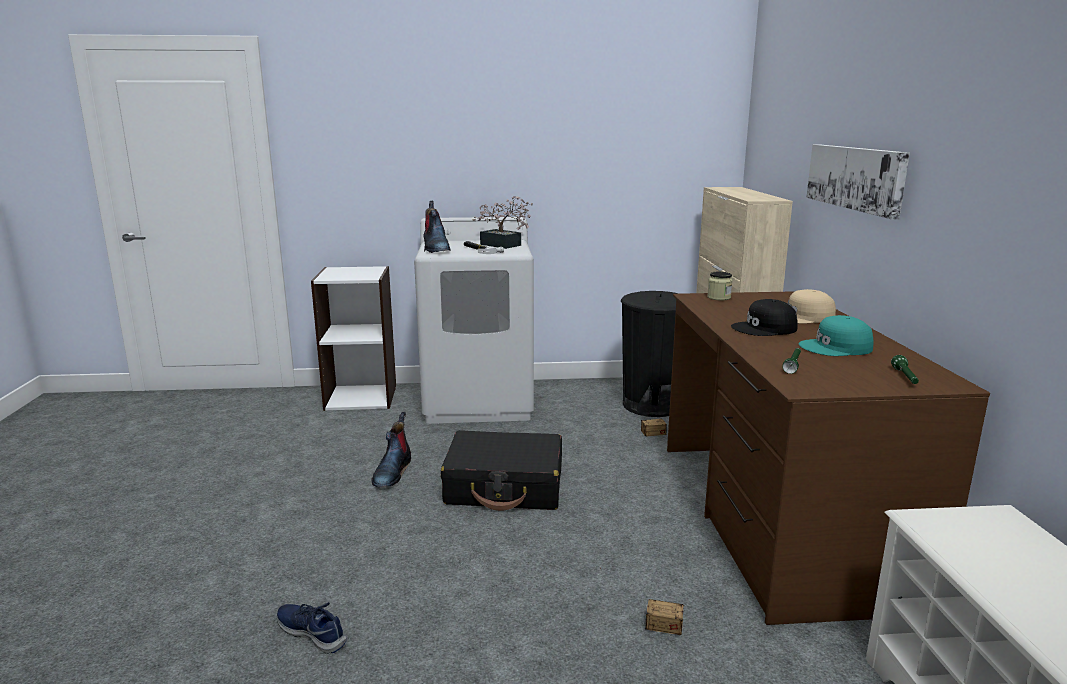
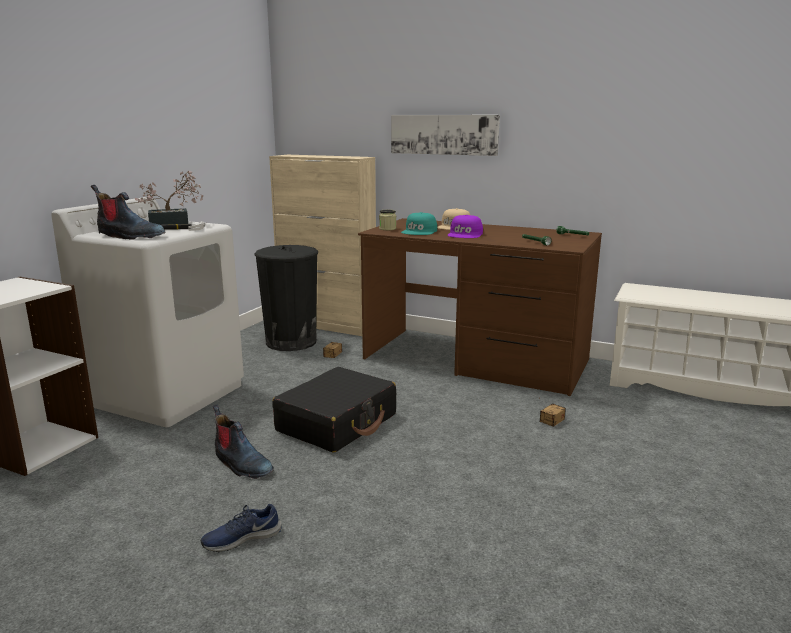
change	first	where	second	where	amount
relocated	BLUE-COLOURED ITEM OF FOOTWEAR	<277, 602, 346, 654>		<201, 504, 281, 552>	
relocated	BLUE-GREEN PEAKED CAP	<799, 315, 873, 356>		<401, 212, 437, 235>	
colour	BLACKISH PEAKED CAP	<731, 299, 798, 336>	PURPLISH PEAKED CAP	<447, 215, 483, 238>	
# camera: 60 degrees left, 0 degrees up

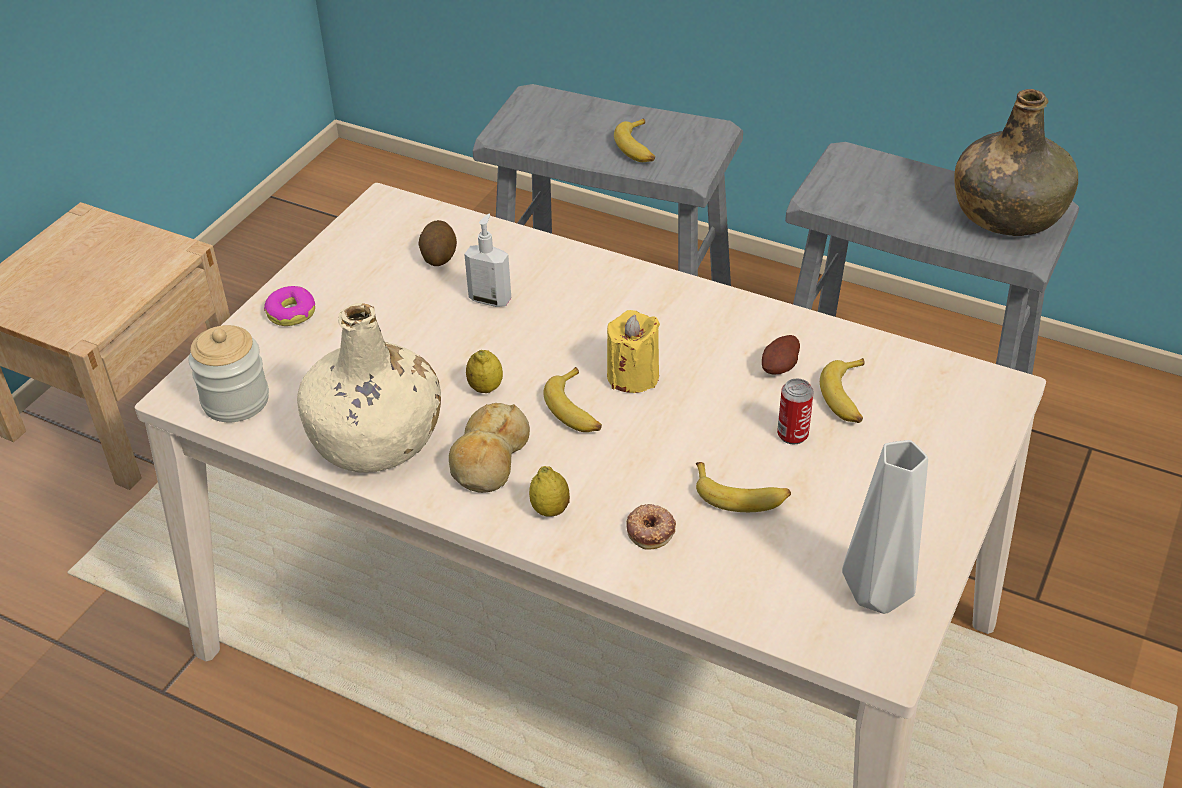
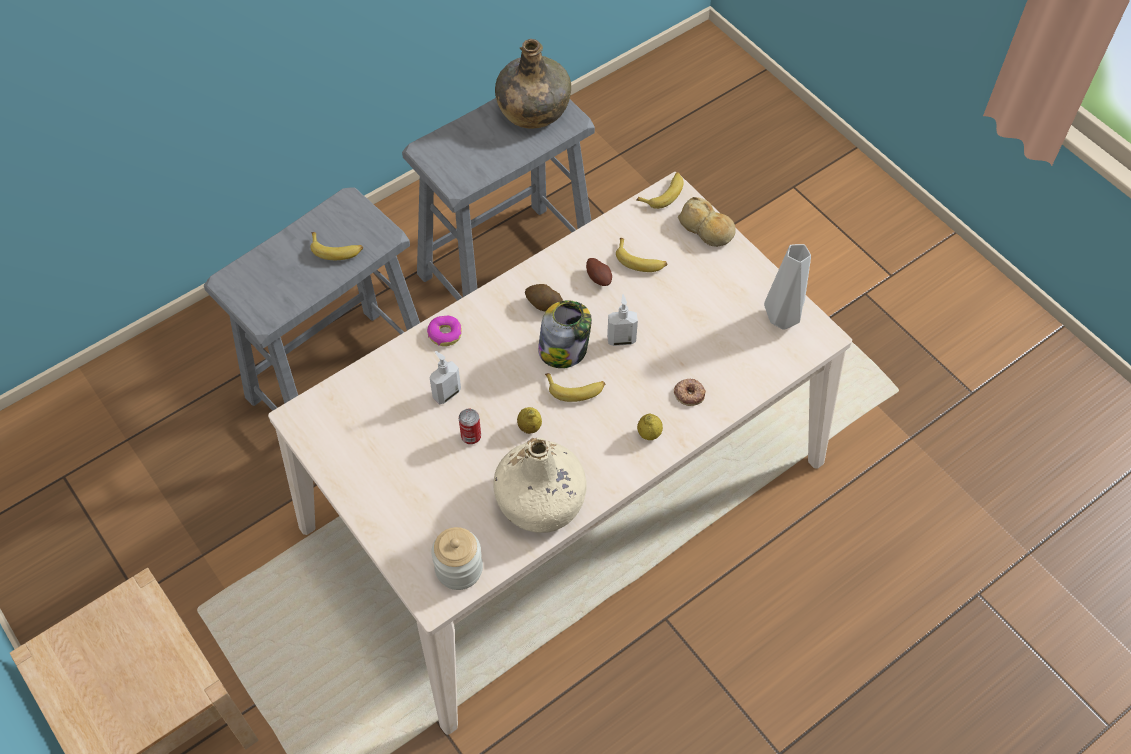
change	first	where	second	where	amount
appeared			SOAP BOTTLE	<607, 294, 638, 346>	
relocated	DONUT	<264, 286, 315, 326>		<427, 316, 462, 346>	
relocated	WHOLE POTATO	<418, 220, 457, 266>		<525, 284, 563, 312>	
relocated	BREAD	<449, 403, 530, 493>		<678, 197, 736, 247>	
relocated	BANANA FRUIT	<696, 462, 791, 512>		<636, 172, 684, 209>	
relocated	SEALED CAN	<777, 378, 814, 445>		<459, 409, 481, 444>	
exchanged	YELLOWISH WAX LIGHT	<607, 310, 660, 393>	PRESERVE JAR	<538, 300, 592, 368>	
# camera: 65 degrees left, 15 degrees up

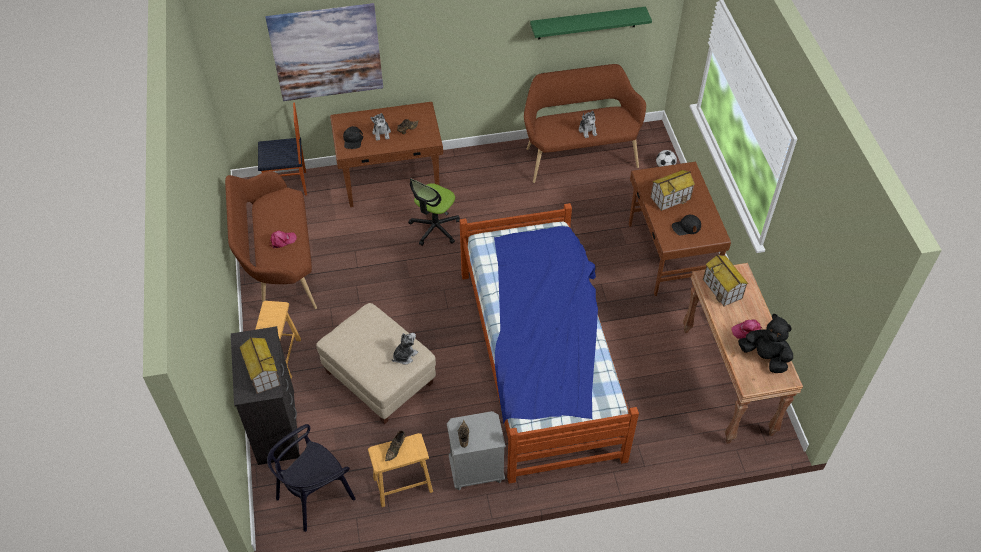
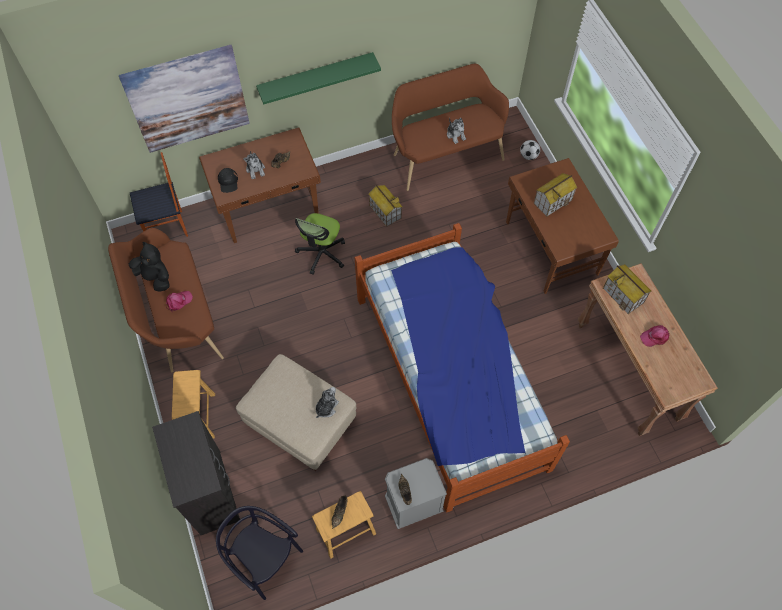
change	first	where	second	where	amount
missing	BLACKISH PEAKED CAP	<672, 215, 701, 235>			
relocated	TOY HOUSE	<240, 337, 280, 394>		<369, 185, 402, 227>	
relocated	GREEN BRACKET SHELF	<530, 6, 652, 39>		<256, 52, 381, 105>	
relocated	BLACKISH SOFT TOY	<738, 314, 793, 373>		<129, 242, 170, 292>	
spun	BLACKISH CHAIR	<267, 424, 356, 532>		<216, 506, 303, 600>	90 degrees clockwise
# camera: 10 degrees left, 10 degrees up

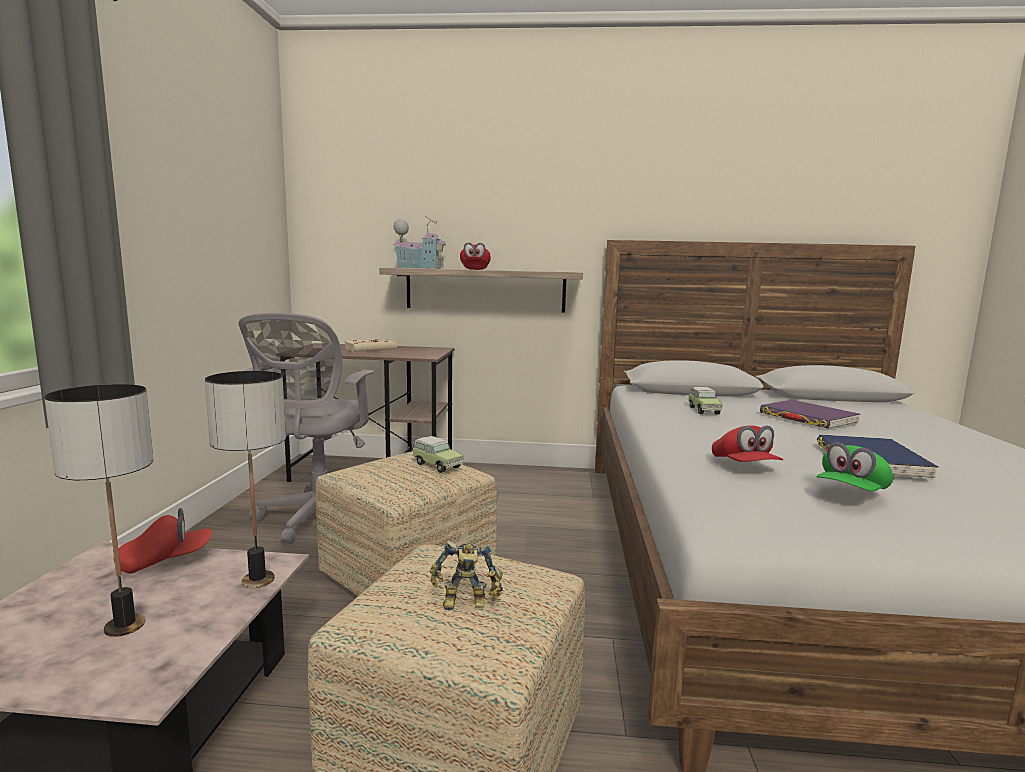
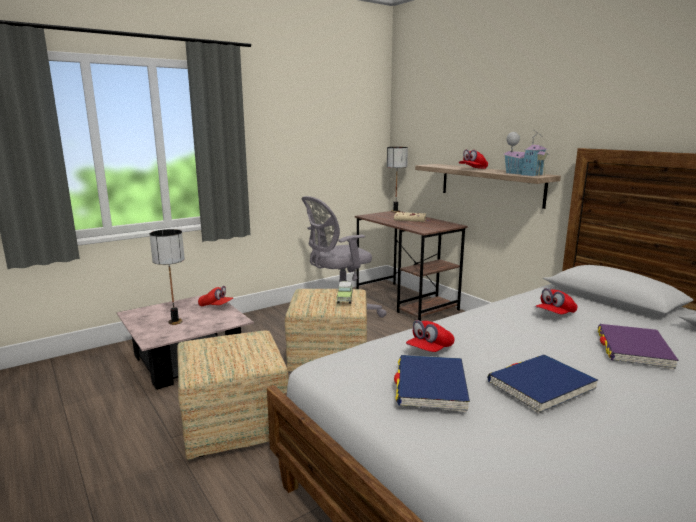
change	first	where	second	where	amount
missing	ROBOT FIGURE	<430, 541, 503, 610>			
relocated	TABLETOP LAMP	<205, 371, 286, 588>		<387, 147, 408, 213>	
relocated	TOY HOUSE	<393, 216, 446, 269>		<504, 130, 550, 176>	
exchanged	TOY CAR	<688, 387, 723, 415>	REDDISH PEAKED CAP	<535, 288, 577, 314>	
exchanged	GREEN PEAKED CAP	<816, 442, 893, 491>	BLUE-COLOURED BOOK	<394, 355, 470, 412>	
# camera: 50 degrees right, 5 degrees up

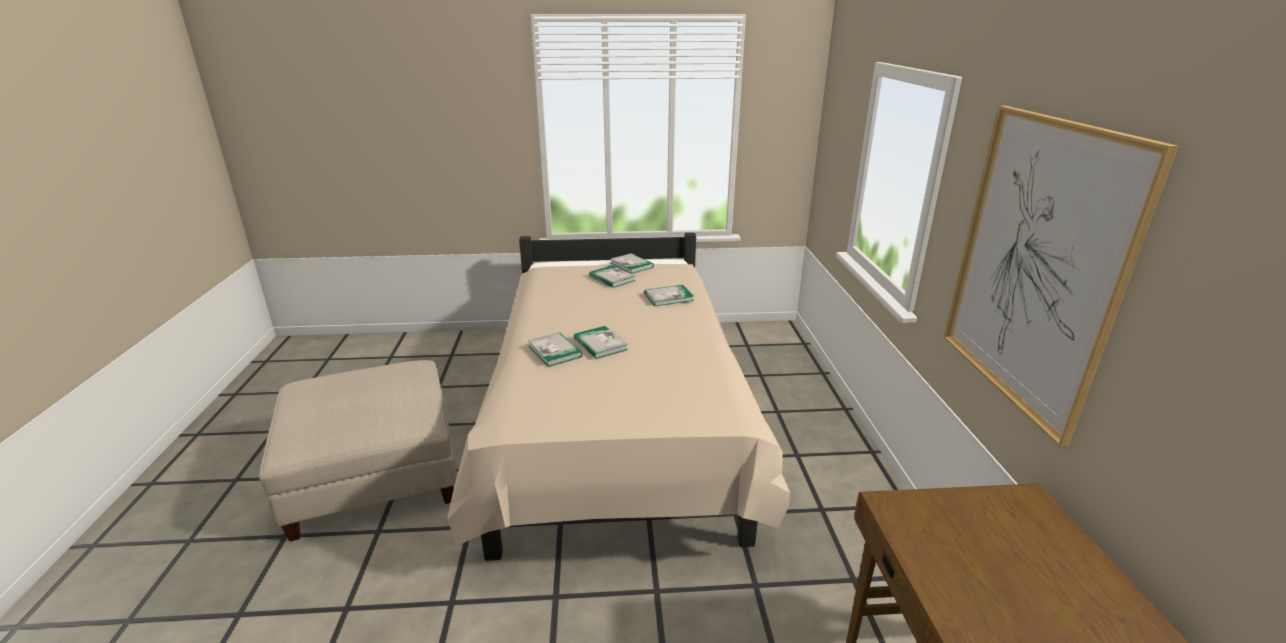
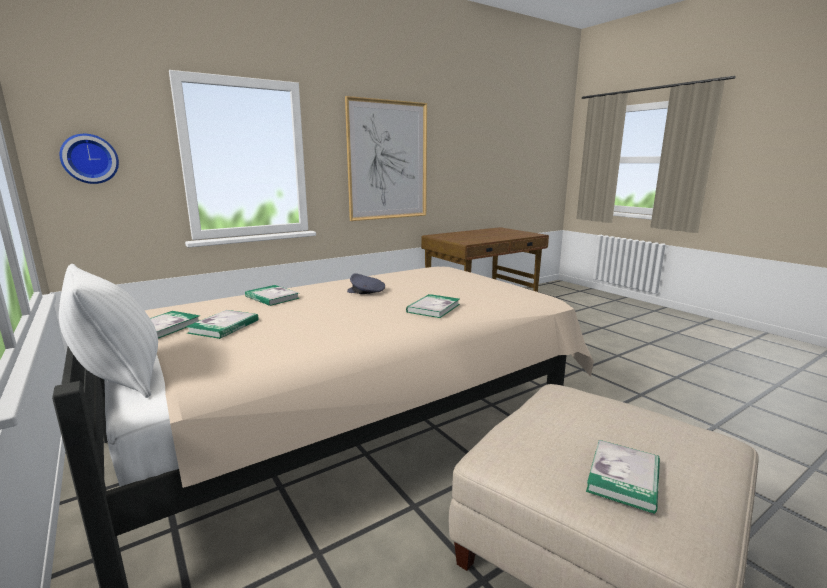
change	first	where	second	where	amount
appeared			CLOCK ON THE WALL	<59, 134, 119, 184>	
appeared			WHITISH PILLOW	<59, 264, 158, 398>	
appeared			GRAY PEAKED CAP	<347, 273, 385, 294>	
relocated	BOOK	<574, 326, 628, 359>		<586, 440, 660, 514>	
# camera: 120 degrees left, 10 degrees down

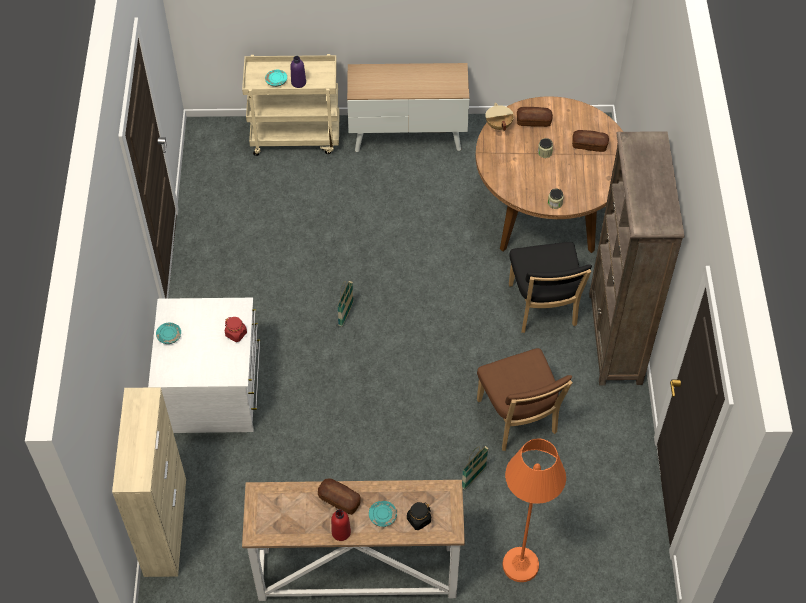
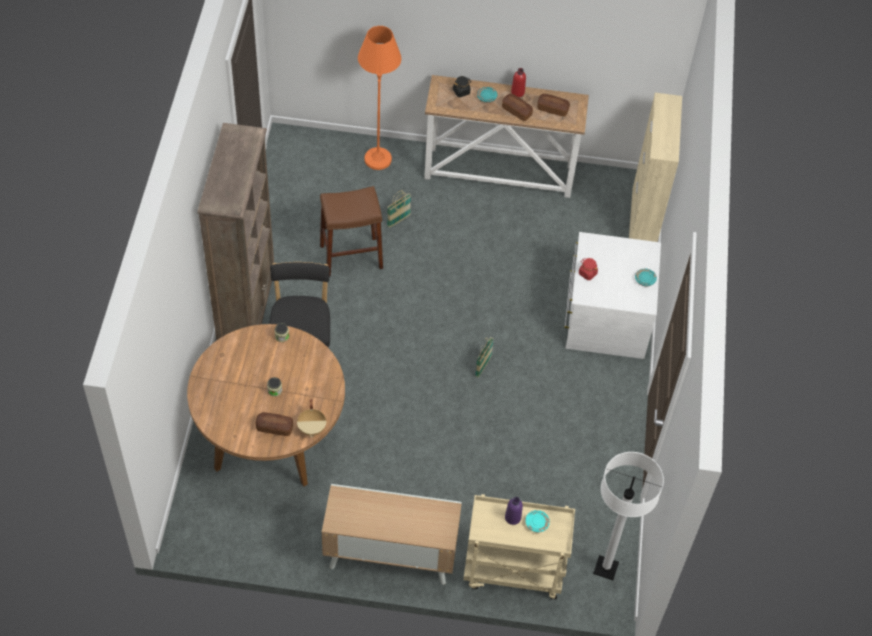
change	first	where	second	where	amount
appeared			WHITISH STANDING LAMP	<593, 452, 664, 580>	
relocated	BREAD	<572, 130, 609, 152>		<537, 94, 570, 116>	
exchanged	BROWNISH CHAIR	<477, 348, 573, 451>	BROWNISH SITTING STOOL	<320, 186, 383, 277>	
# camera: 175 degrees left, 0 degrees up

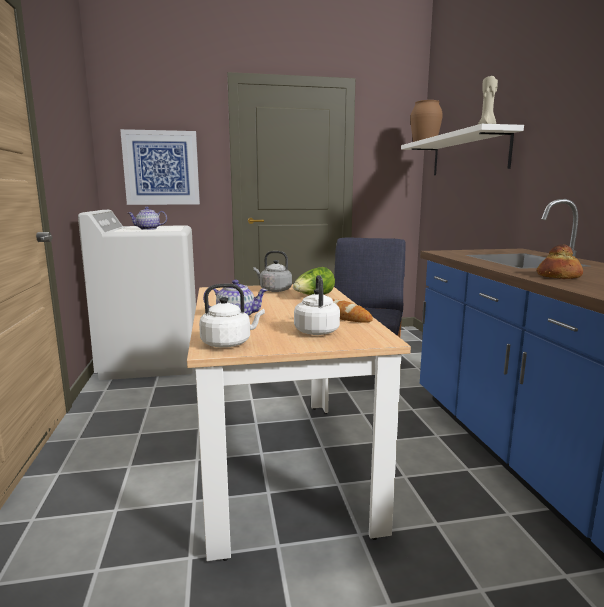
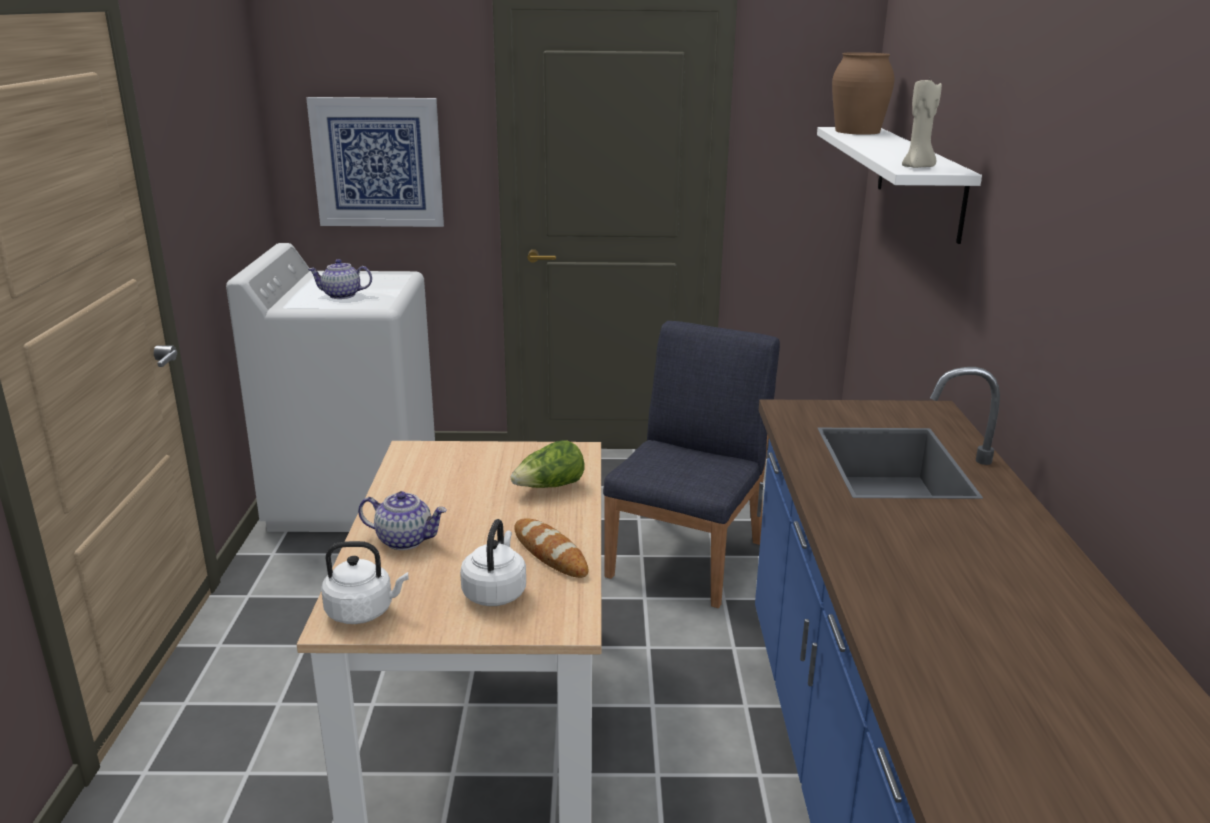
change	first	where	second	where	amount
missing	GRAY TEA KETTLE	<254, 251, 292, 292>			
missing	BREAD	<537, 244, 583, 279>			
# camera: 10 degrees right, 10 degrees up

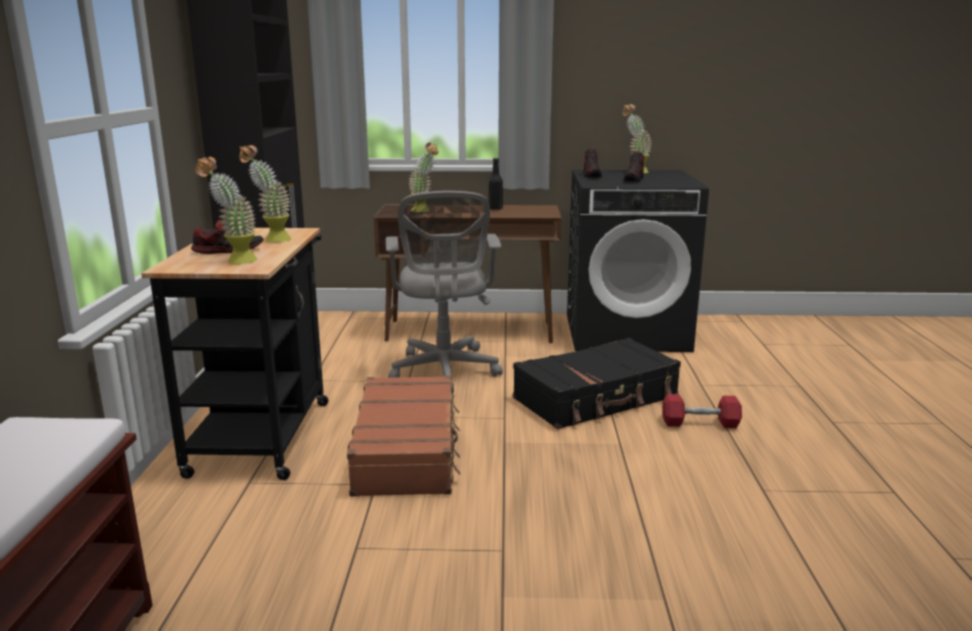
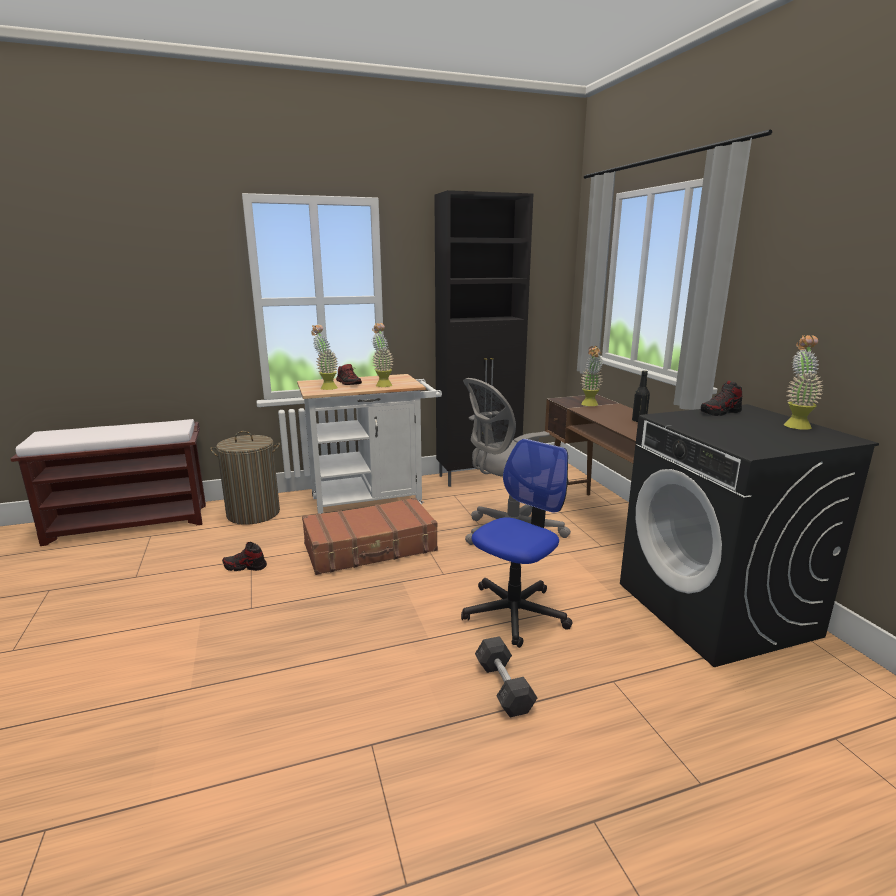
change	first	where	second	where	amount
appeared			HAMPER	<210, 431, 280, 525>	
relocated	ITEM OF FOOTWEAR	<624, 152, 644, 182>		<222, 542, 267, 571>	
exchanged	BLACKISH TRAVEL CASE	<513, 338, 681, 429>	DESK CHAIR	<461, 439, 573, 648>	
colour	BLACKISH CART	<141, 228, 328, 480>	WHITISH CART	<297, 374, 442, 514>	
colour	REDDISH DUMBBELL	<662, 394, 742, 428>	GRAY DUMBBELL	<475, 636, 537, 718>	
# camera: 70 degrees right, 0 degrees up

